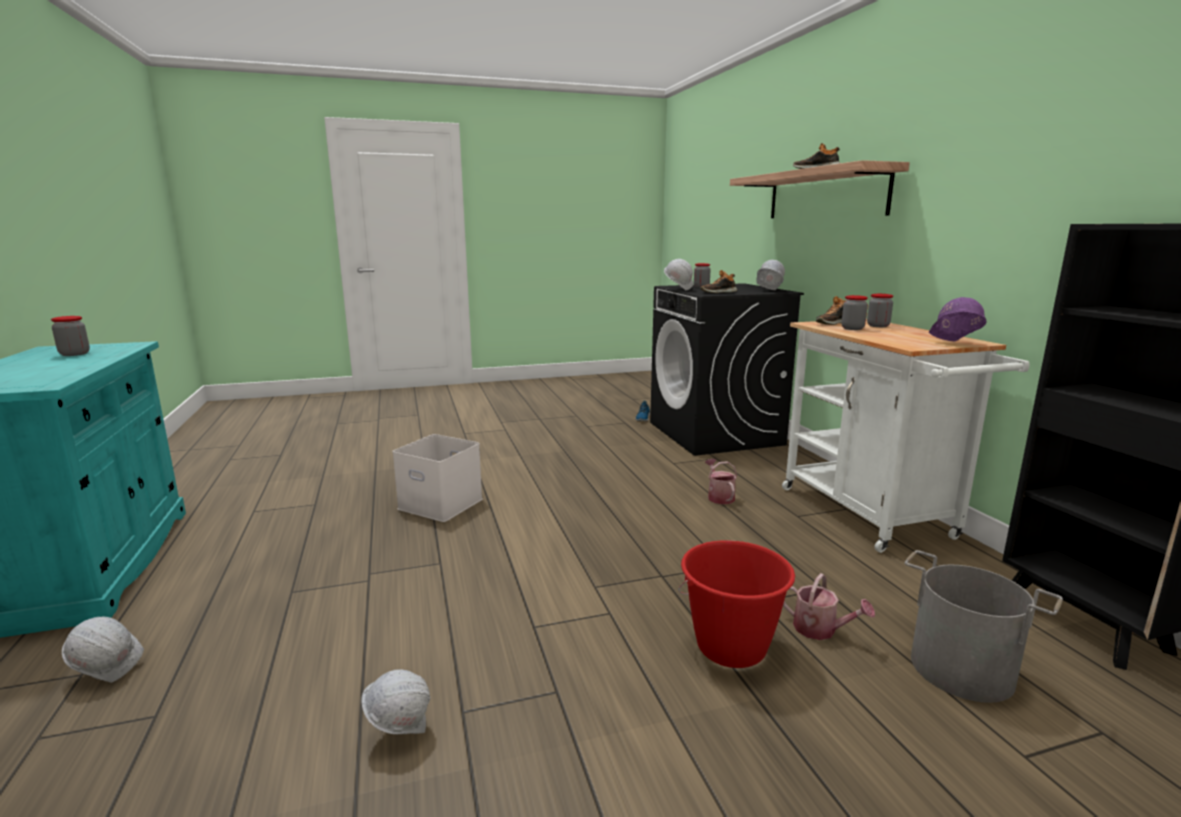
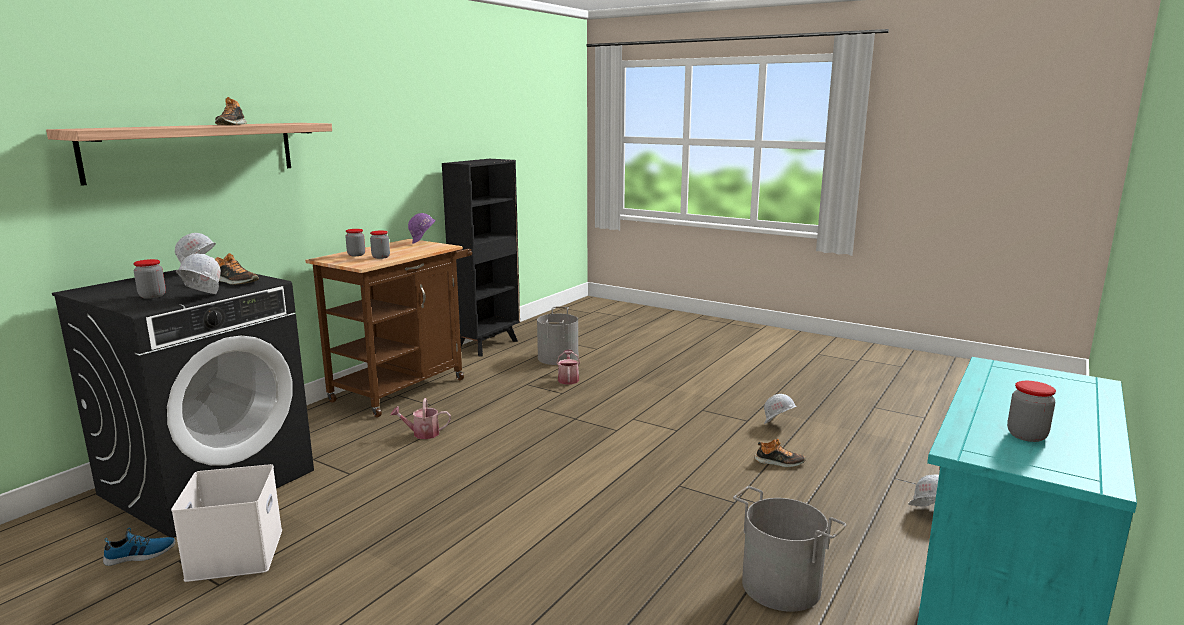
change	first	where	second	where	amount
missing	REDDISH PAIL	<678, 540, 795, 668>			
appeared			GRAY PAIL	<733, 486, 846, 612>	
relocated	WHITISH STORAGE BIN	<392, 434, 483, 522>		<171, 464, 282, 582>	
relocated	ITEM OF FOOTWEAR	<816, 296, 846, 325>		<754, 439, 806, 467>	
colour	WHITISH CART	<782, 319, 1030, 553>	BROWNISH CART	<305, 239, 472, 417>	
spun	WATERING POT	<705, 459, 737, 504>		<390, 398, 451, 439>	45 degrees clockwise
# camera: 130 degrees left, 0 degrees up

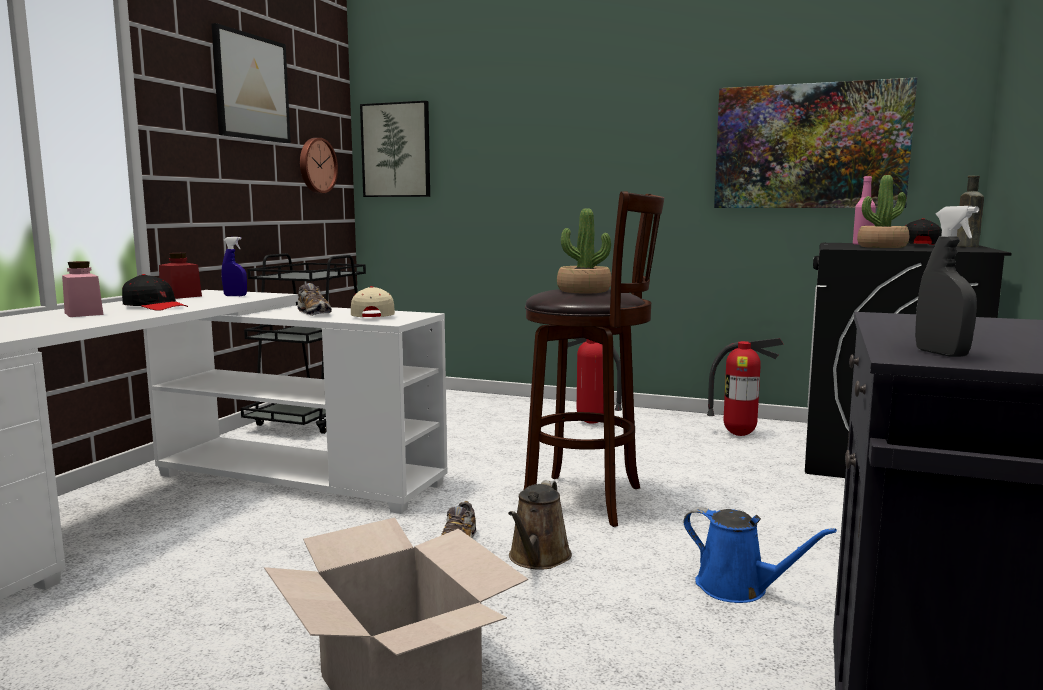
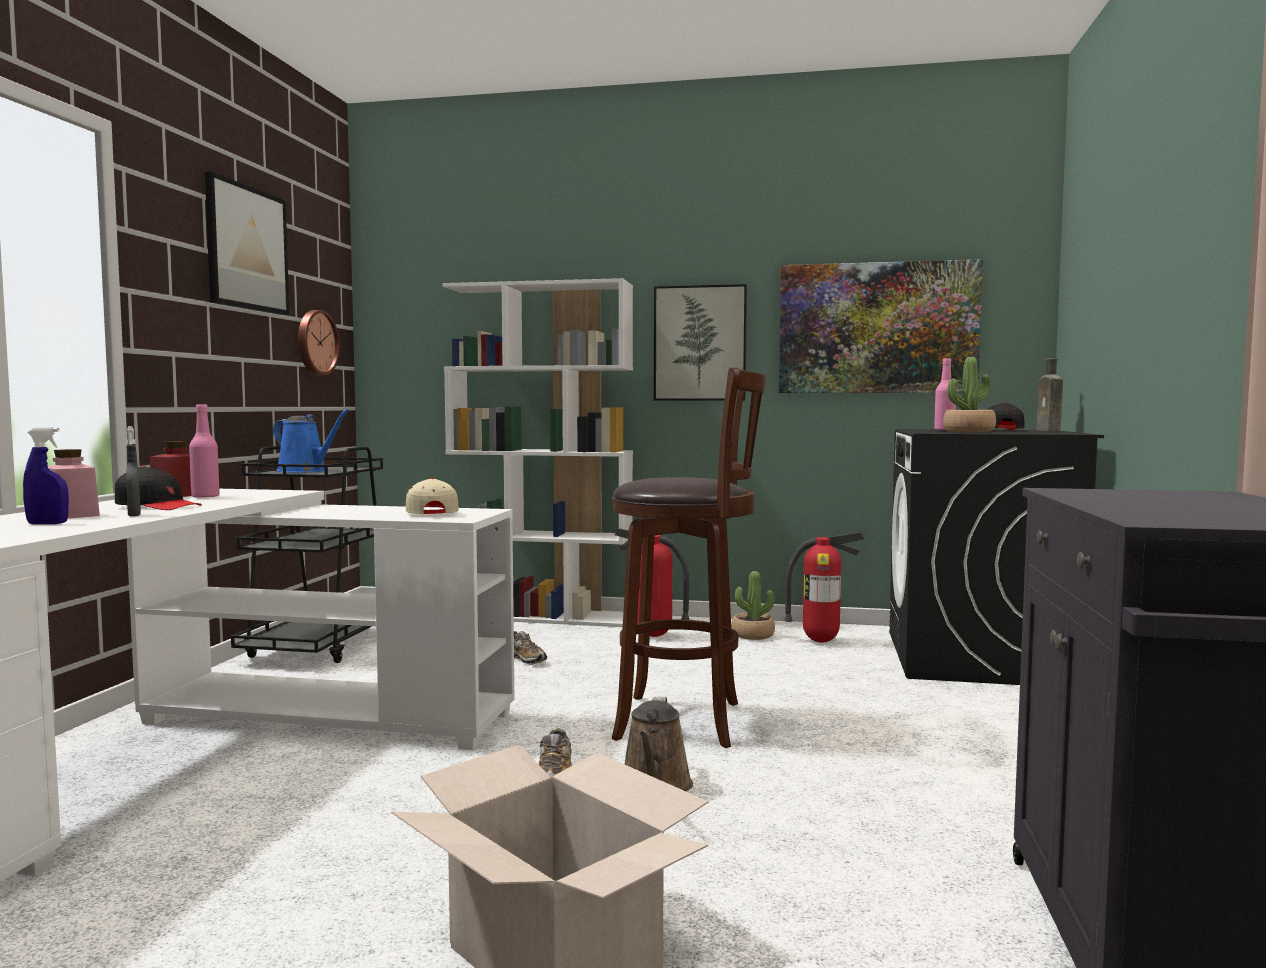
change	first	where	second	where	amount
appeared			PINKISH DRINK BOTTLE	<189, 405, 220, 498>	
appeared			WHITISH BOOKCASE	<443, 278, 633, 627>	
relocated	BLUE-COLOURED SPRAYER	<222, 237, 247, 296>		<23, 427, 69, 524>	
relocated	ITEM OF FOOTWEAR	<298, 283, 332, 316>		<514, 631, 547, 665>	
relocated	WALL ART	<360, 101, 430, 197>		<654, 284, 747, 400>	
relocated	POTTED PLANT	<557, 209, 611, 293>		<731, 571, 775, 640>	
relocated	BLUE-COLOURED WATERING POT	<683, 507, 837, 603>		<273, 409, 349, 473>	
relocated	GRAY SPRAYER	<915, 206, 979, 357>		<126, 426, 141, 516>	
# camera: 10 degrees left, 5 degrees down

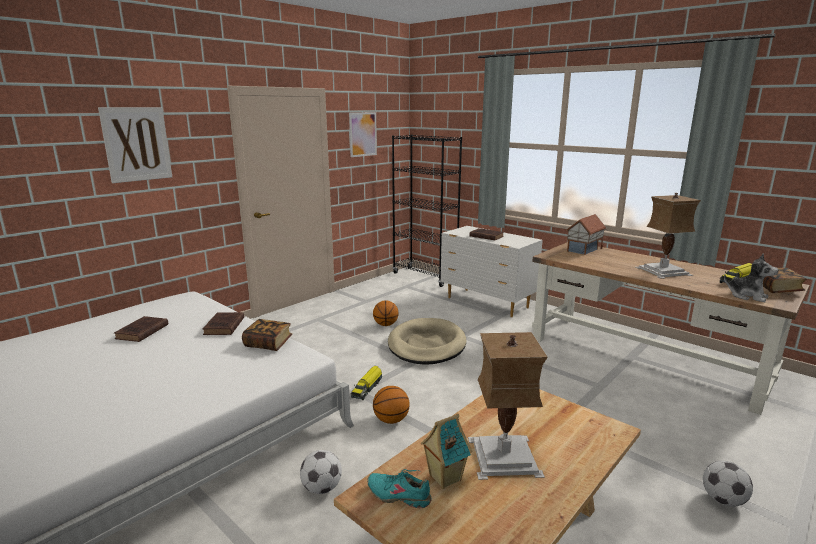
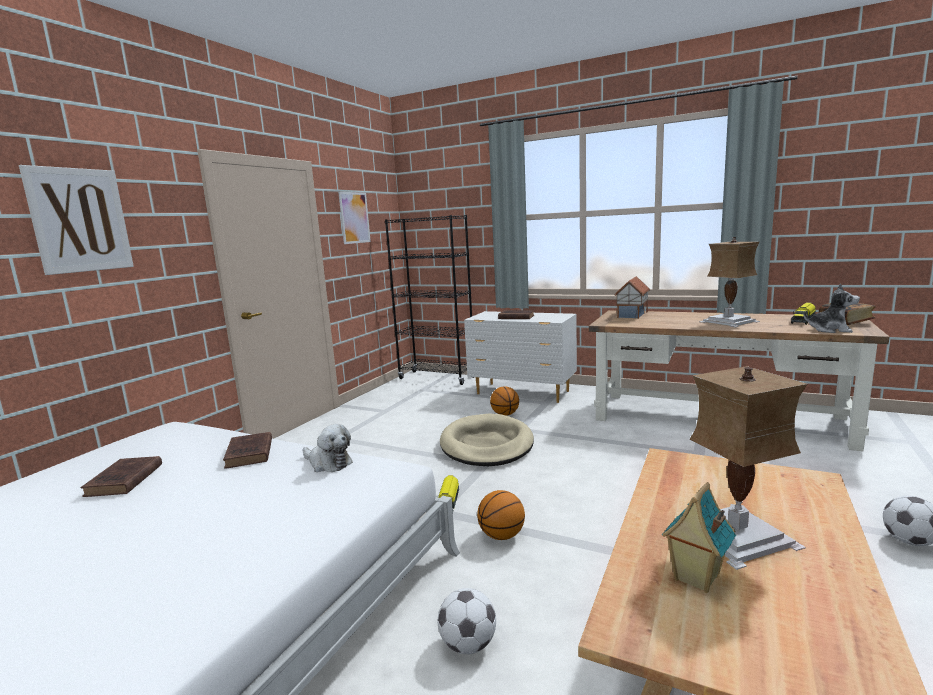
change	first	where	second	where	amount
missing	BLUE-GREEN ITEM OF FOOTWEAR	<367, 469, 432, 508>			
relocated	BASKETBALL	<373, 300, 399, 326>		<490, 386, 519, 416>	
exchanged	BOOK	<242, 319, 292, 351>	SOFT TOY	<303, 424, 353, 472>	
# camera: 15 degrees left, 5 degrees down

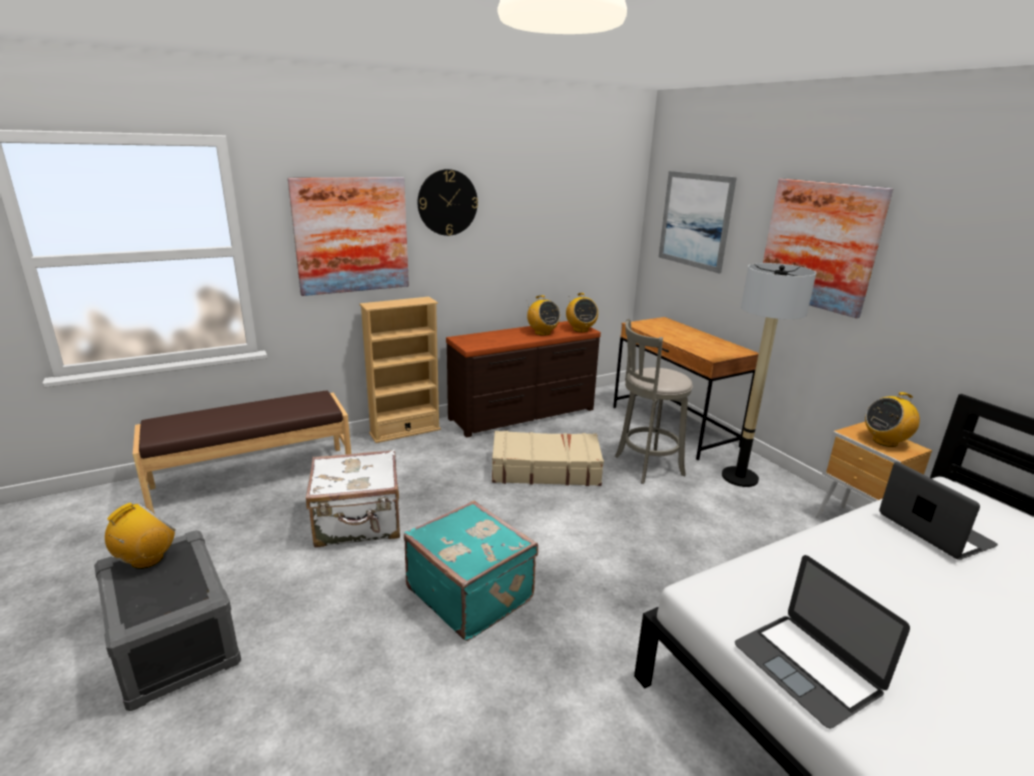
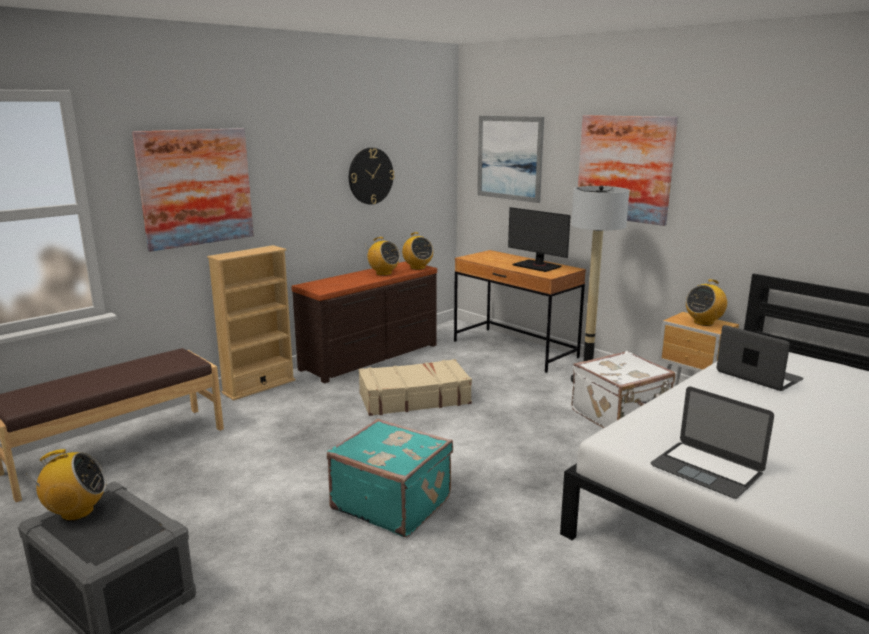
change	first	where	second	where	amount
missing	GRAY SITTING STOOL	<615, 319, 693, 484>			
appeared			COMPUTER SCREEN	<508, 207, 571, 272>	
relocated	WHITISH TRAVEL CASE	<306, 450, 400, 548>		<571, 351, 675, 428>	
relocated	CLOCK ON THE WALL	<418, 169, 478, 236>		<349, 148, 394, 205>	
spun	RADIO	<105, 503, 175, 569>		<25, 449, 107, 521>	60 degrees clockwise
# camera: 15 degrees left, 5 degrees down

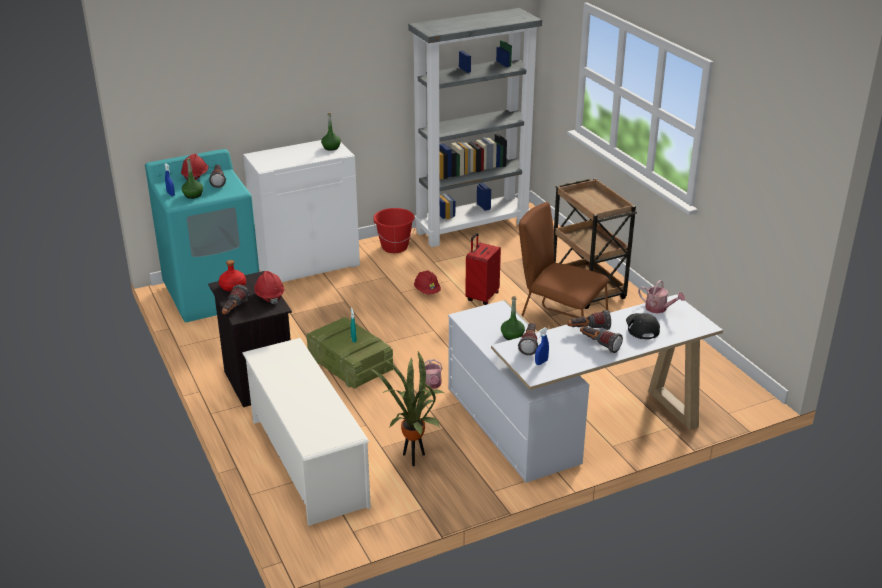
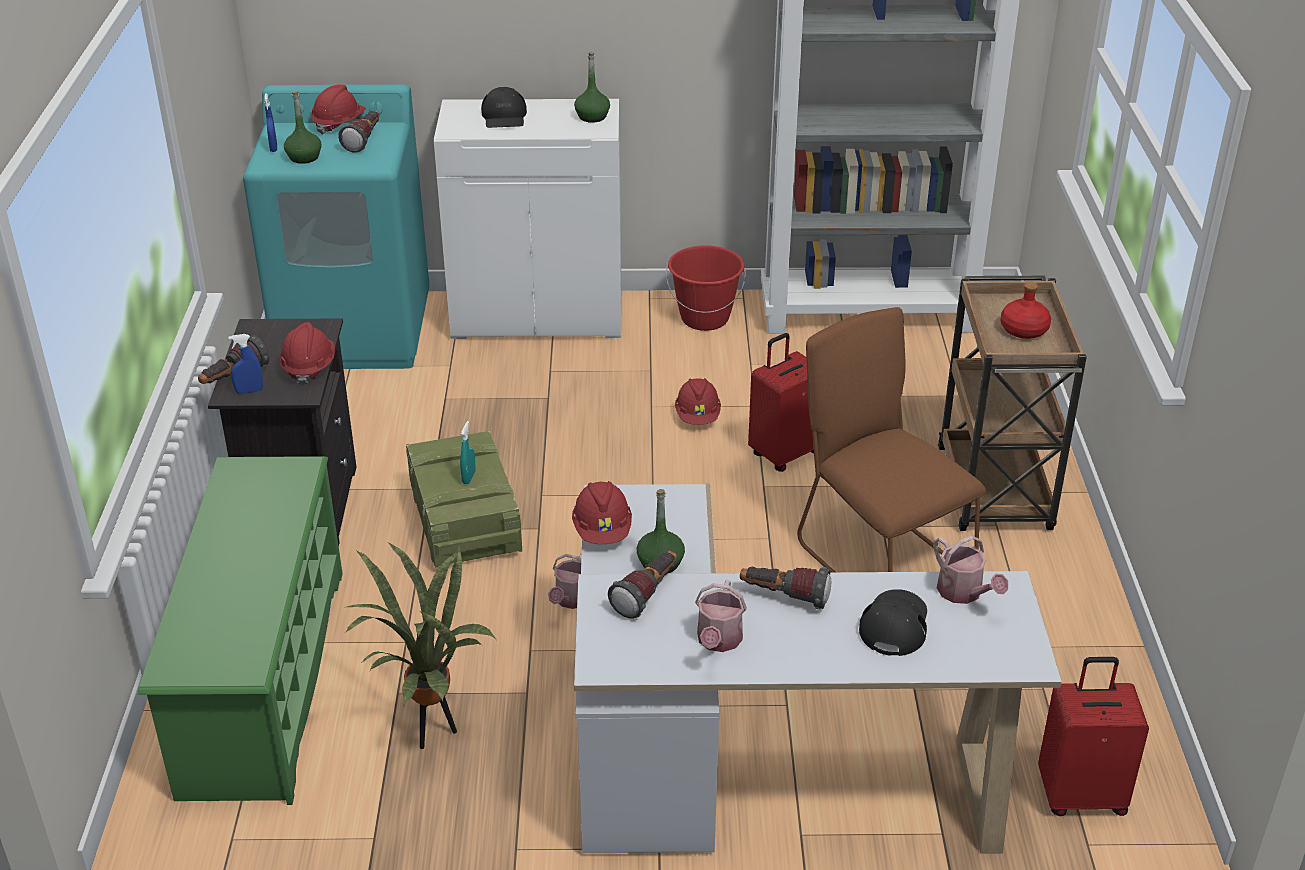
change	first	where	second	where	amount
missing	TORCH	<580, 326, 623, 353>			
appeared			BLACKISH PEAKED CAP	<481, 87, 527, 128>	
appeared			REDDISH WORK HELMET	<572, 481, 632, 544>	
appeared			WATERING POT	<695, 579, 747, 652>	
appeared			REDDISH TRAVEL CASE	<1038, 657, 1149, 816>	
relocated	REDDISH DRINK BOTTLE	<219, 260, 246, 292>		<1001, 281, 1051, 339>	
relocated	BLUE-COLOURED SPRAYER	<535, 327, 549, 365>		<228, 334, 263, 394>	
colour	WHITISH SHOE RACK	<242, 338, 371, 526>	GREEN SHOE RACK	<138, 456, 343, 805>	
# camera: 25 degrees right, 5 degrees up

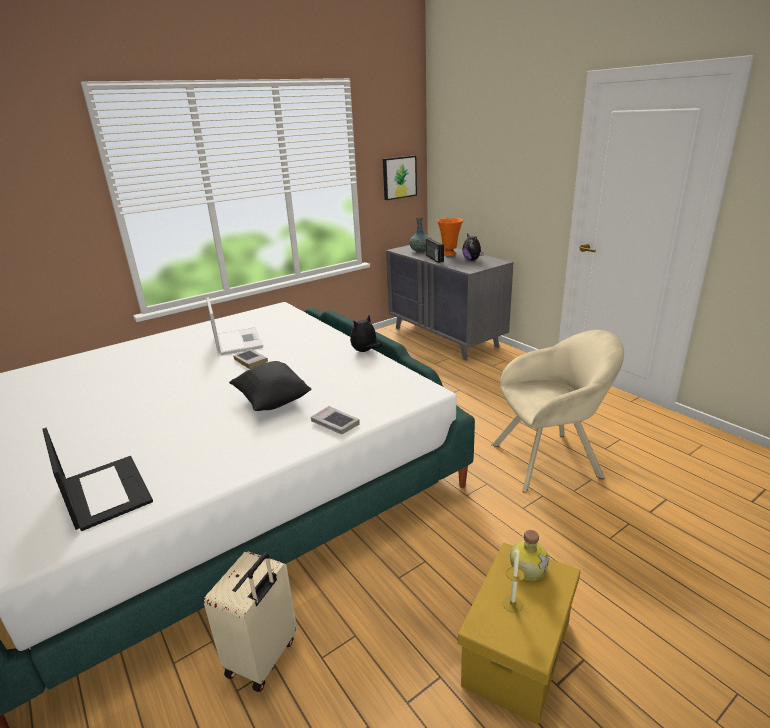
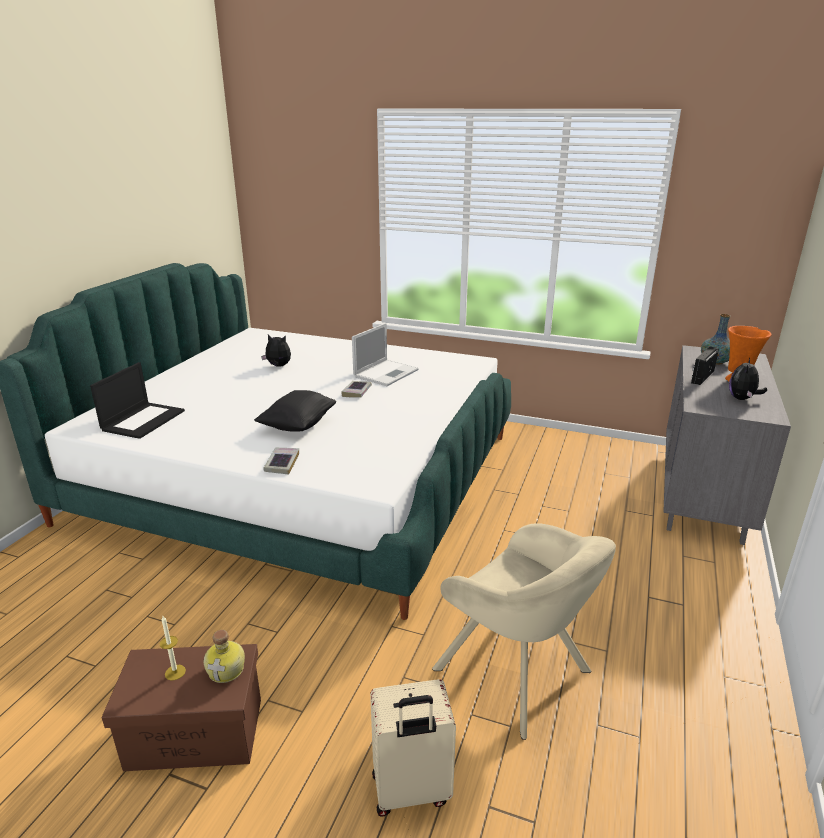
change	first	where	second	where	amount
missing	WALL ART	<383, 156, 417, 200>			
relocated	BEIGE TRAVEL CASE	<204, 551, 297, 692>		<370, 679, 456, 816>	
relocated	SOFT TOY	<350, 315, 382, 352>		<261, 335, 291, 367>	
colour	YELLOWISH STORAGE BIN	<458, 543, 581, 725>	BROWNISH STORAGE BIN	<101, 644, 261, 771>	
# camera: 55 degrees right, 0 degrees up

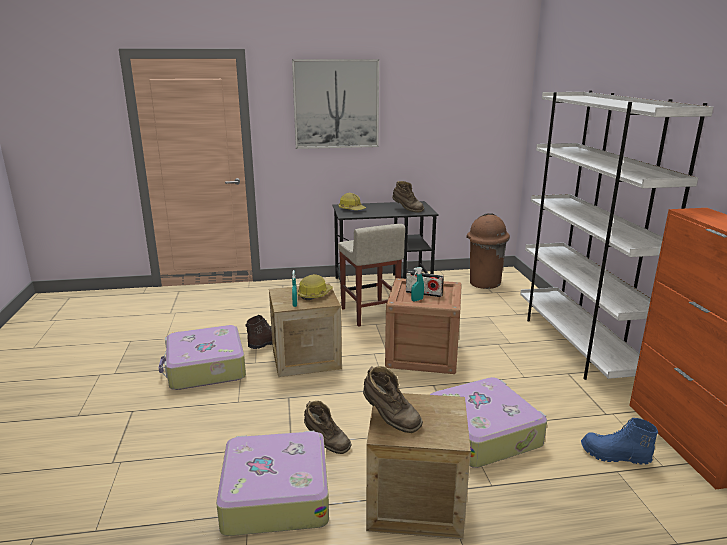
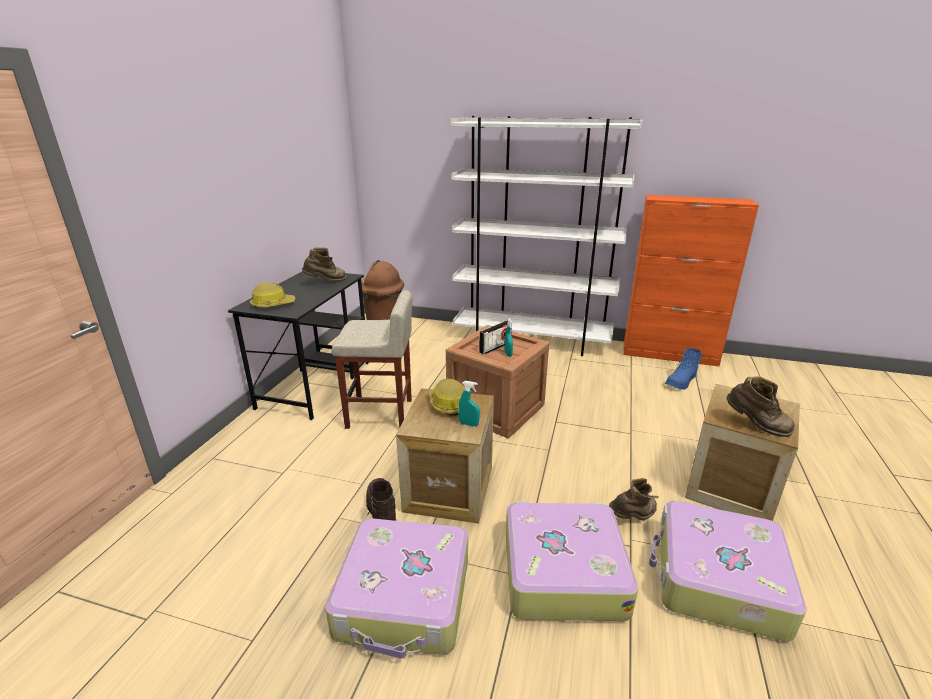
change	first	where	second	where	amount
missing	WALL ART	<292, 59, 379, 149>			
relocated	TRAVEL CASE	<430, 377, 547, 468>		<506, 501, 638, 621>	
spun	BROWNISH TALL BOOT	<363, 366, 423, 433>		<727, 376, 795, 437>	60 degrees clockwise
# camera: 65 degrees left, 5 degrees up

